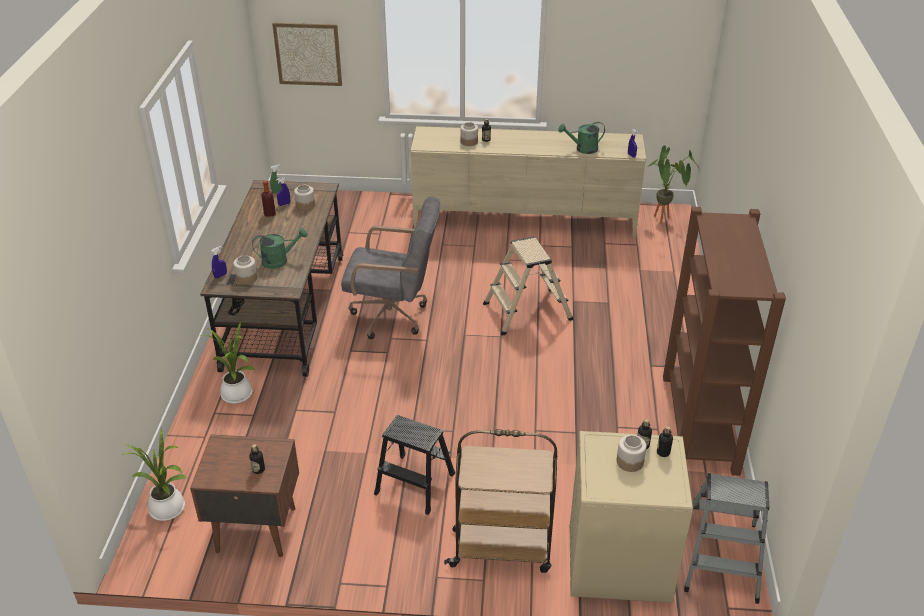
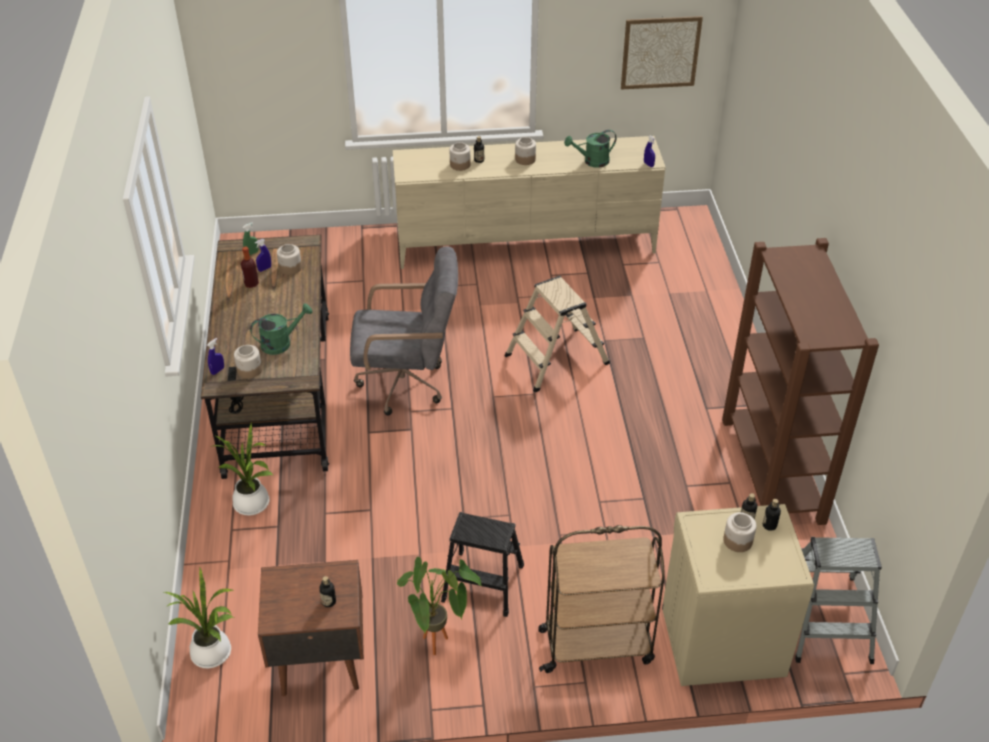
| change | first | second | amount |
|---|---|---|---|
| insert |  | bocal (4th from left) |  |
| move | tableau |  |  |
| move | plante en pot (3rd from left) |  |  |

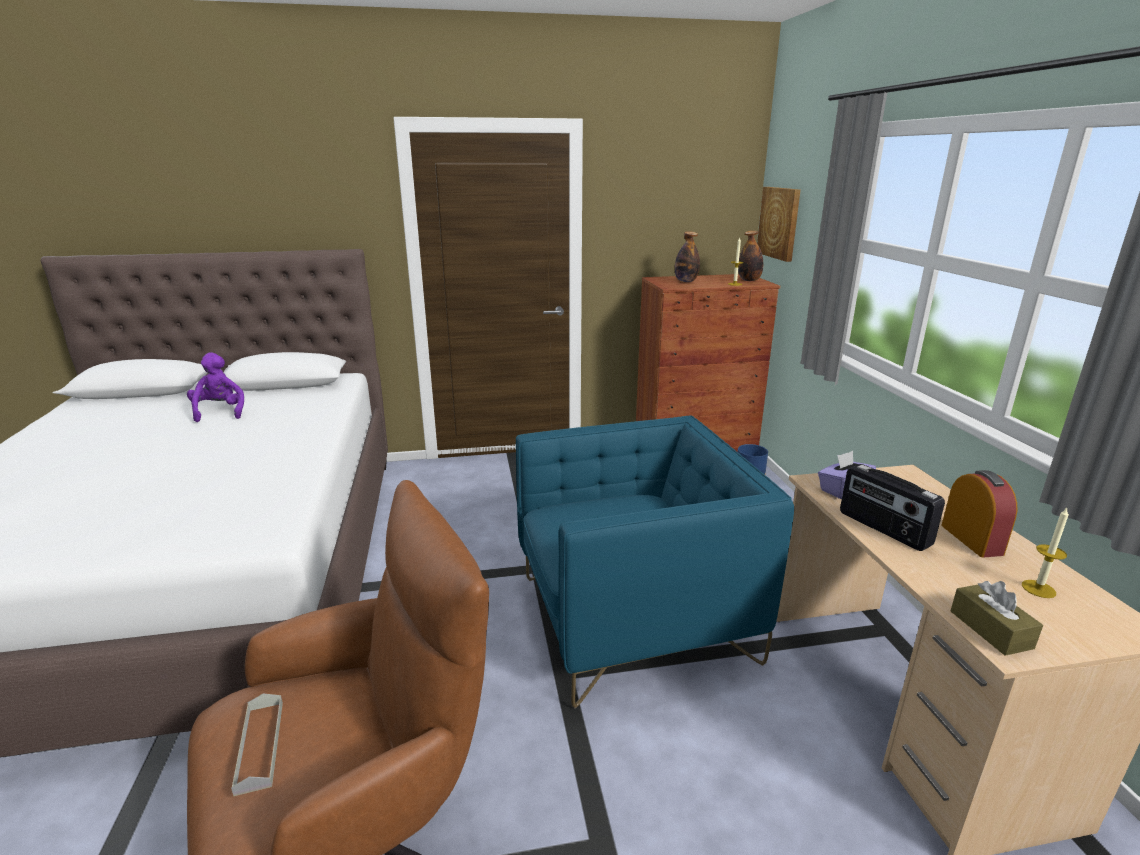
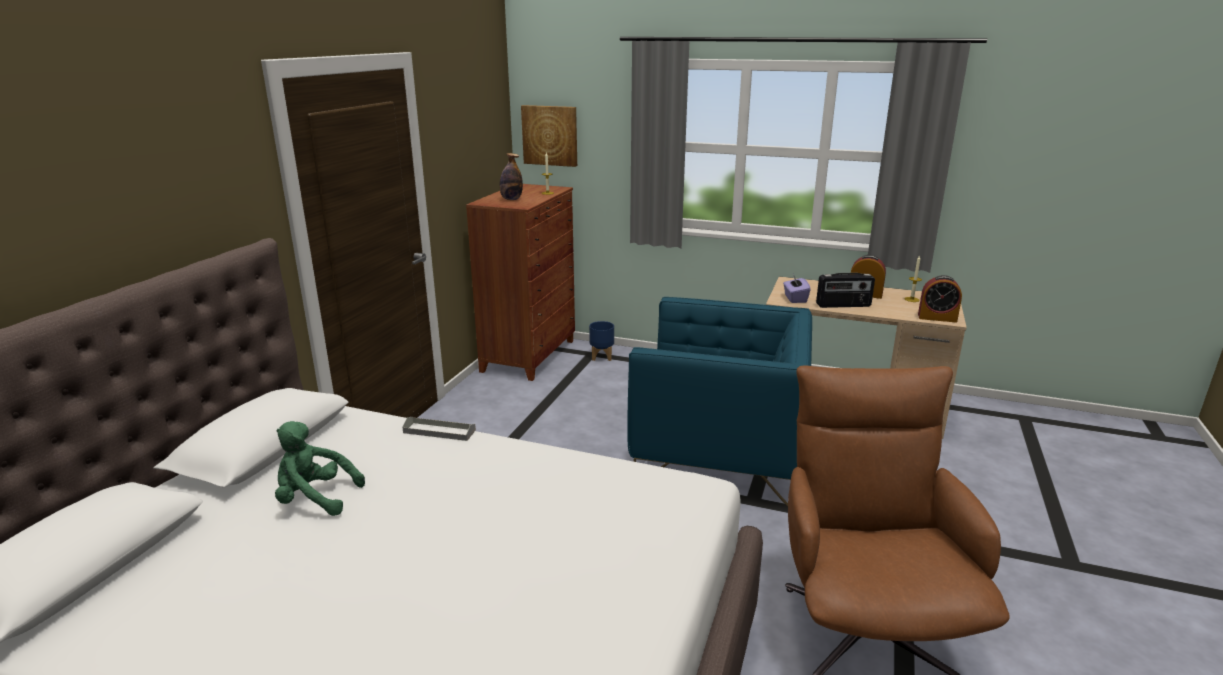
| change | first | second | amount |
|---|---|---|---|
| delete | bouteille (2nd from left) |  |  |
| move | plateau (gris) |  |  |
| replace | boîte à mouchoirs (marron) | réveil (2nd from left) |  |
| recolor | peluche (violet) | peluche (vert) |  |
| rotate | fauteuil (bleu) |  | 90 degrees clockwise |

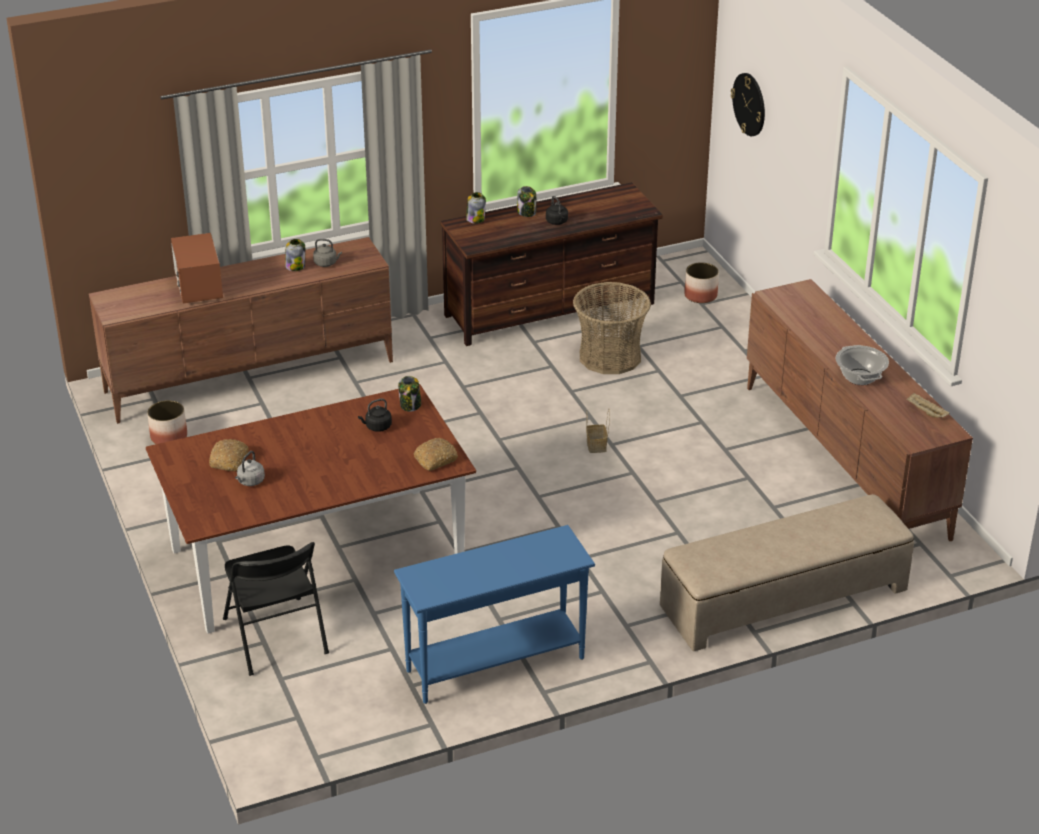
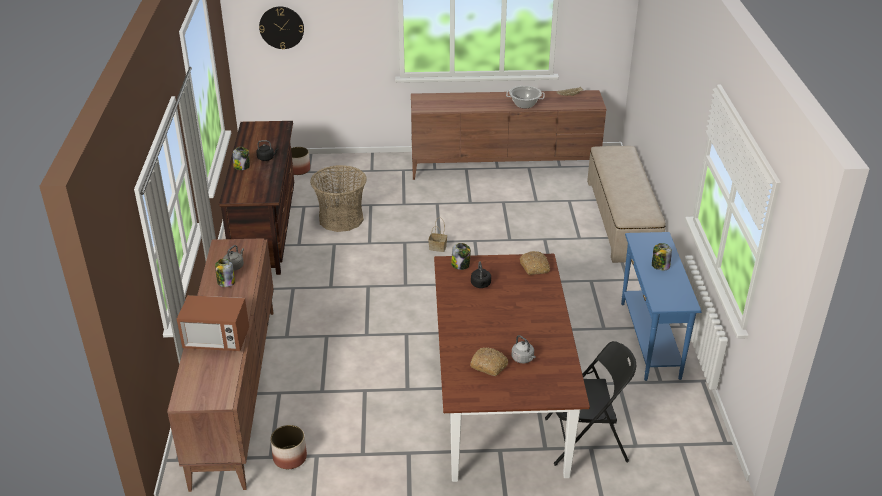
| change | first | second | amount |
|---|---|---|---|
| move | bocal (3rd from left in the first image) | bocal (4th from left) |  |

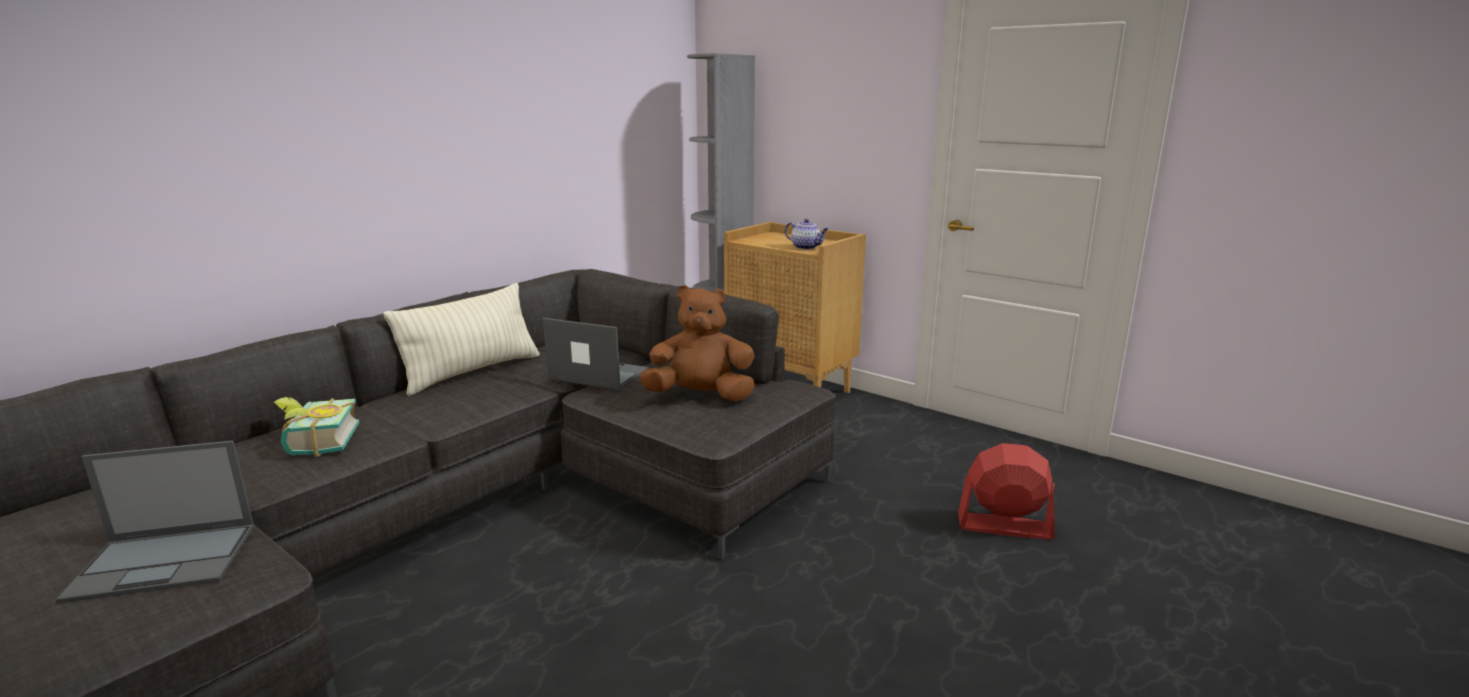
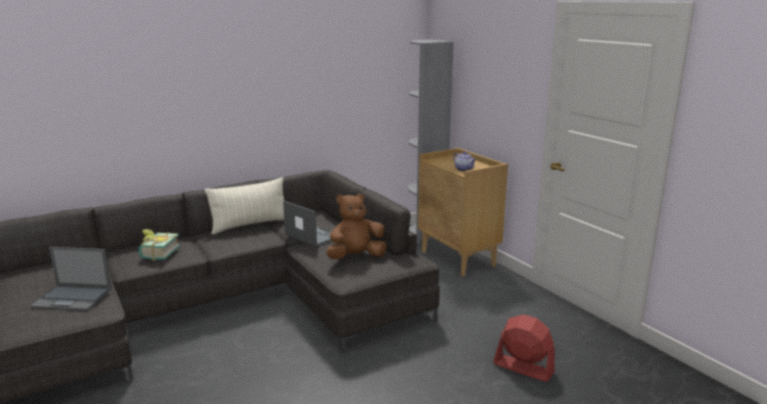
| change | first | second | amount |
|---|---|---|---|
| rotate | peluche (marron) |  | 45 degrees counterclockwise |

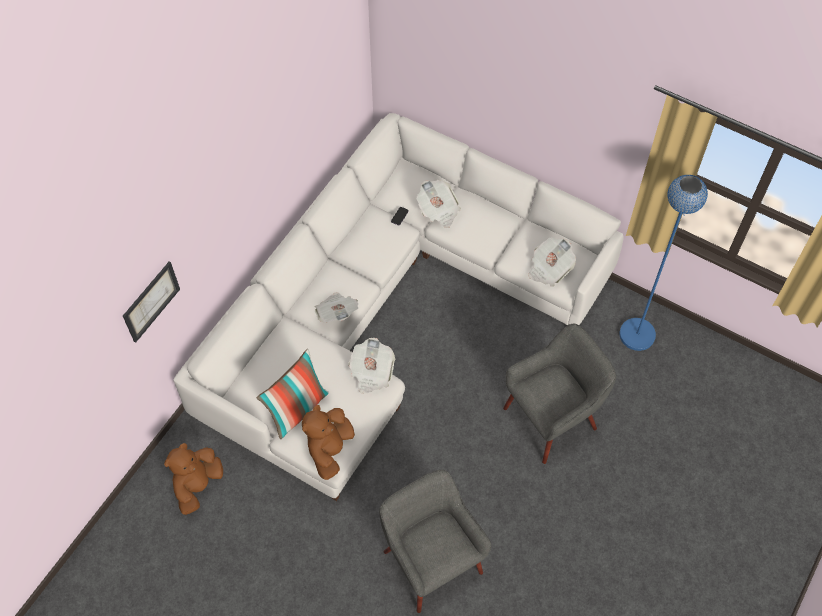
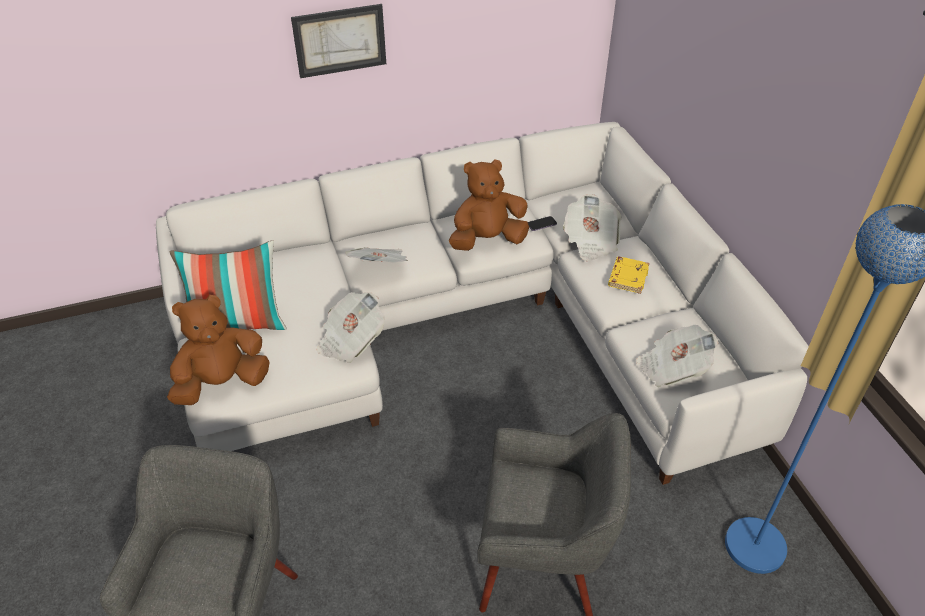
| change | first | second | amount |
|---|---|---|---|
| insert |  | livre (jaune) |  |
| move | tableau |  |  |
| move | peluche (marron) (1st from left in the first image) | peluche (marron) (2nd from left) |  |

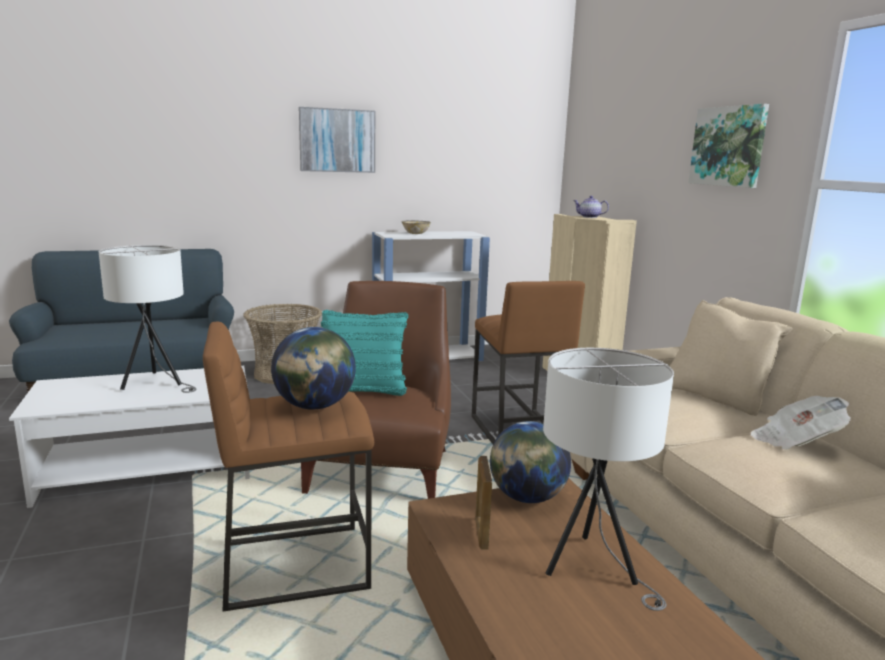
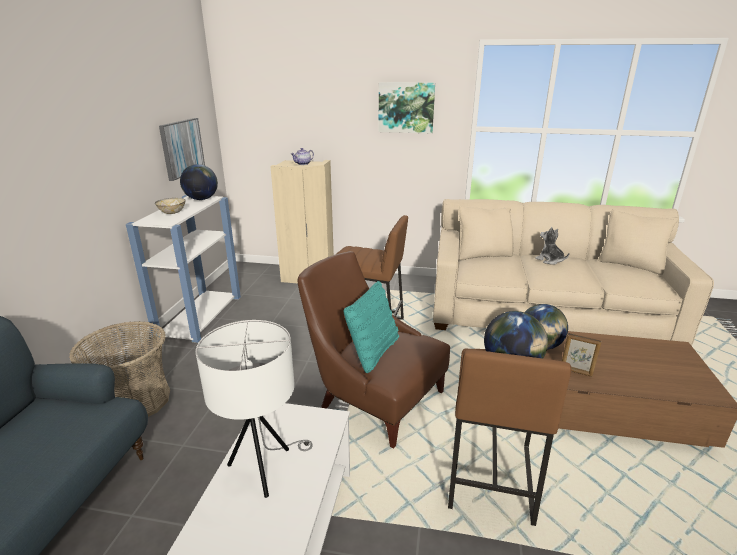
| change | first | second | amount |
|---|---|---|---|
| delete | lampe de table (blanc) (2nd from left) |  |  |
| insert |  | globe (1st from left) |  |
| move | tableau (1st from left) |  |  |
| replace | journal | peluche |  |

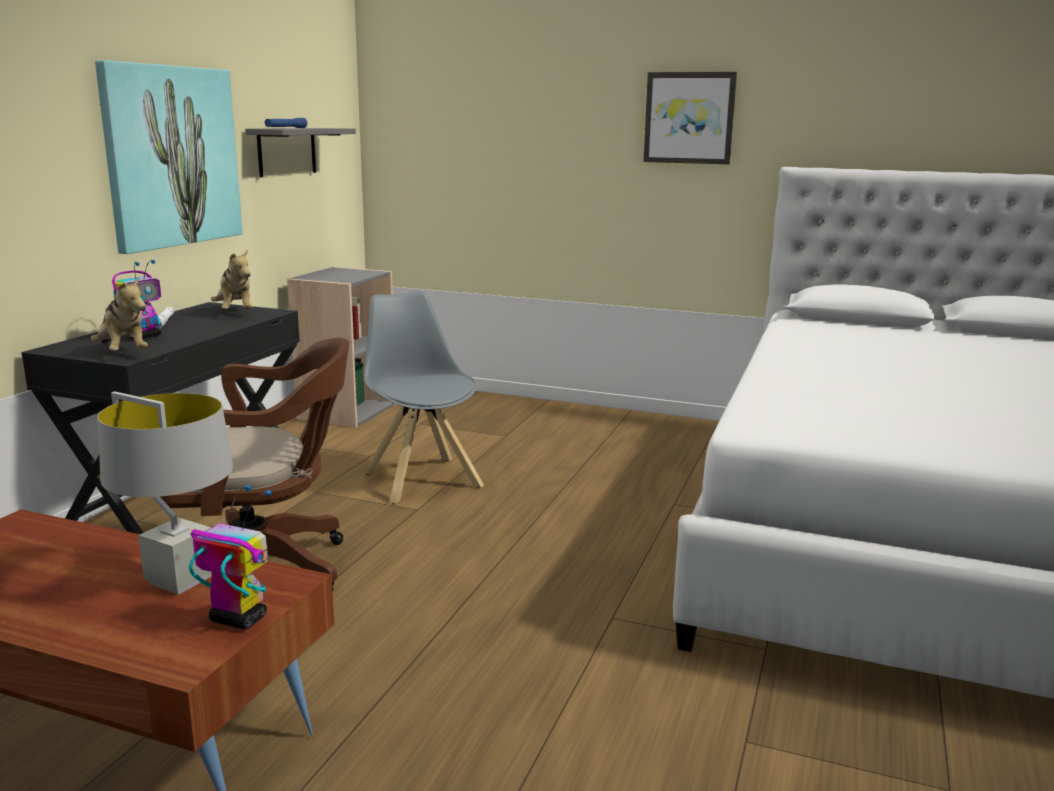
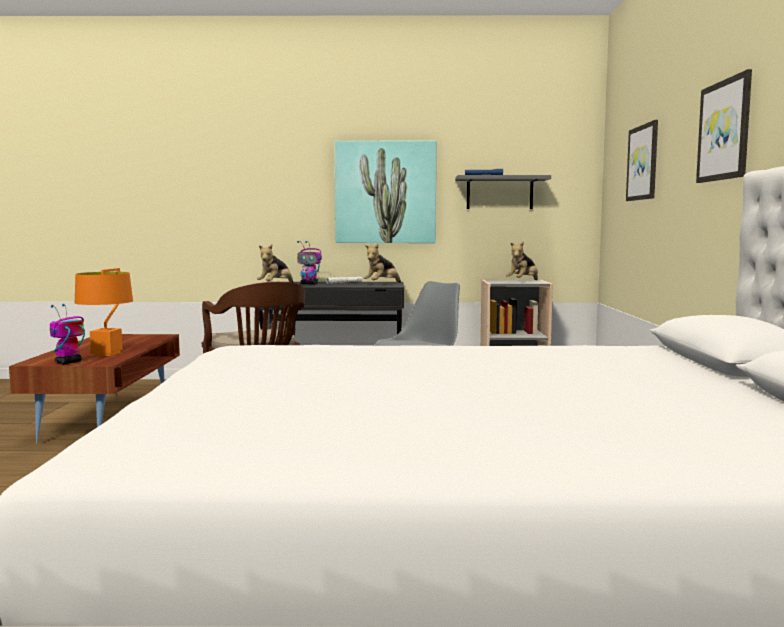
| change | first | second | amount |
|---|---|---|---|
| insert |  | peluche (3rd from left) |  |
| insert |  | tableau (2nd from left) |  |
| recolor | lampe de table (gris) | lampe de table (orange) |  |
| rotate | robot jouet (2nd from left in the first image) | robot jouet (1st from left) | 150 degrees counterclockwise |

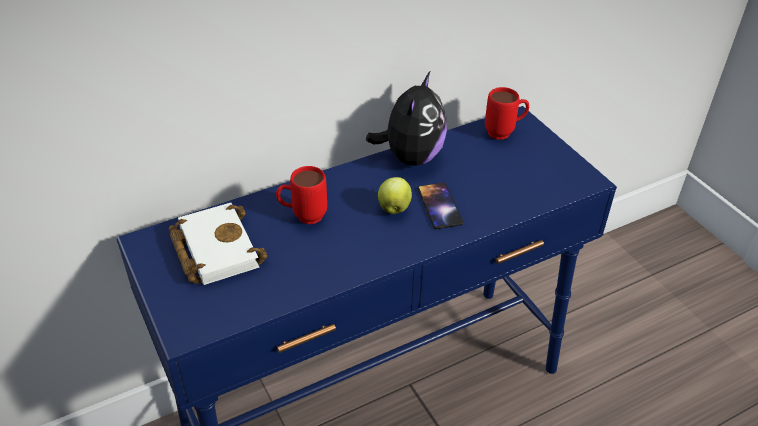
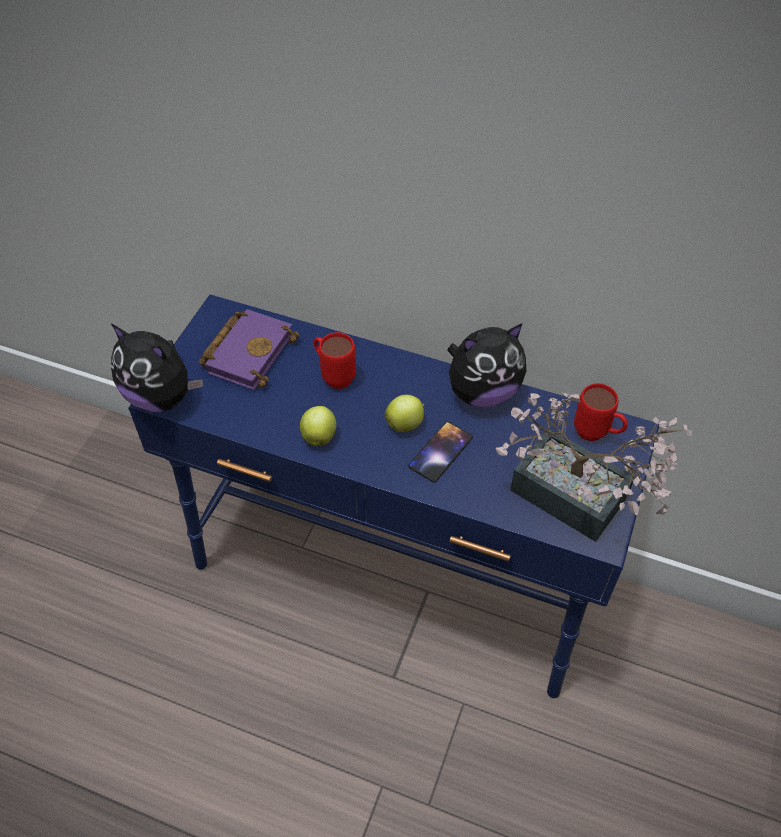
| change | first | second | amount |
|---|---|---|---|
| insert |  | peluche (1st from left) |  |
| insert |  | pomme (1st from left) |  |
| insert |  | plante en pot |  |
| recolor | livre (blanc) | livre (violet) |  |

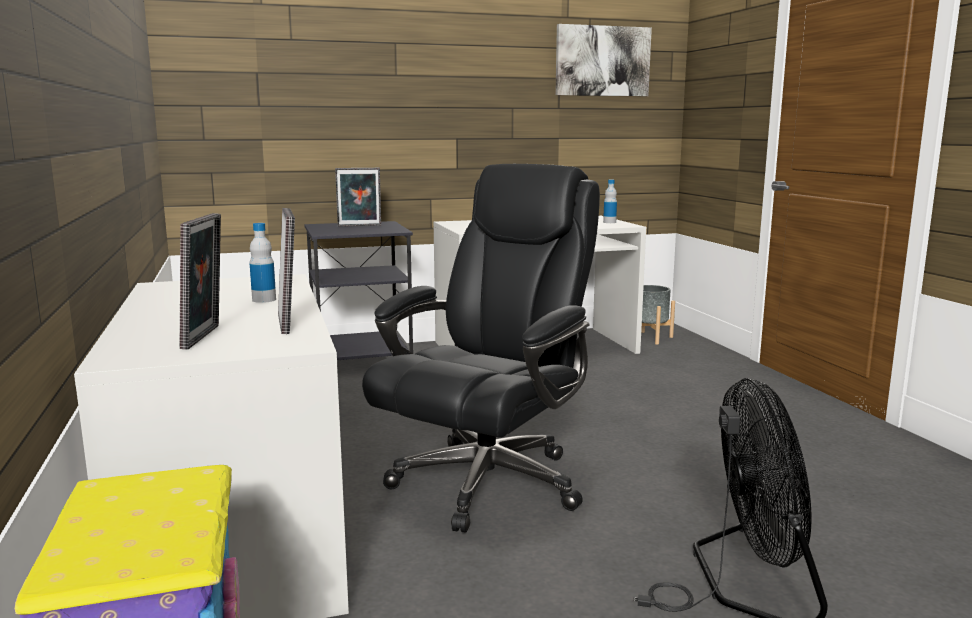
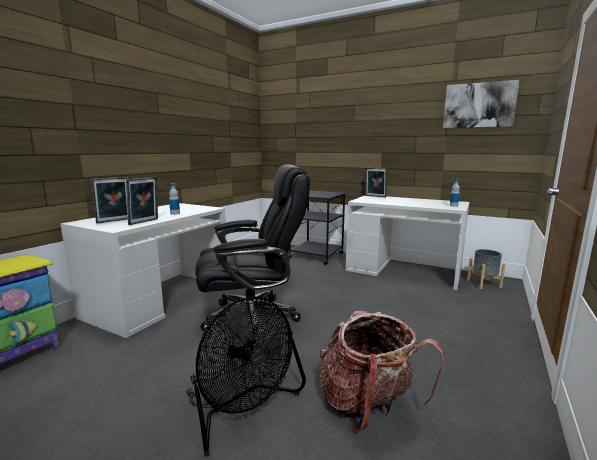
| change | first | second | amount |
|---|---|---|---|
| insert |  | sac à dos |  |
| move | cadre photo (3rd from left) |  |  |

